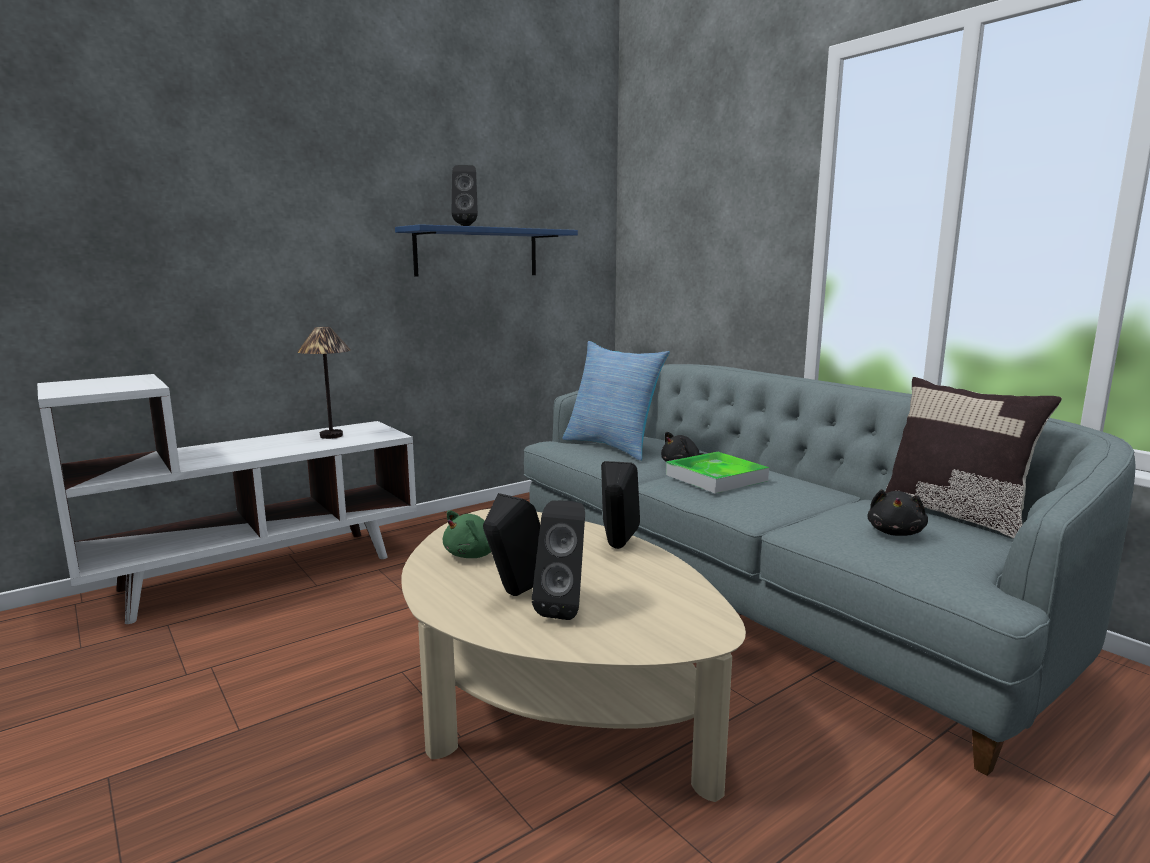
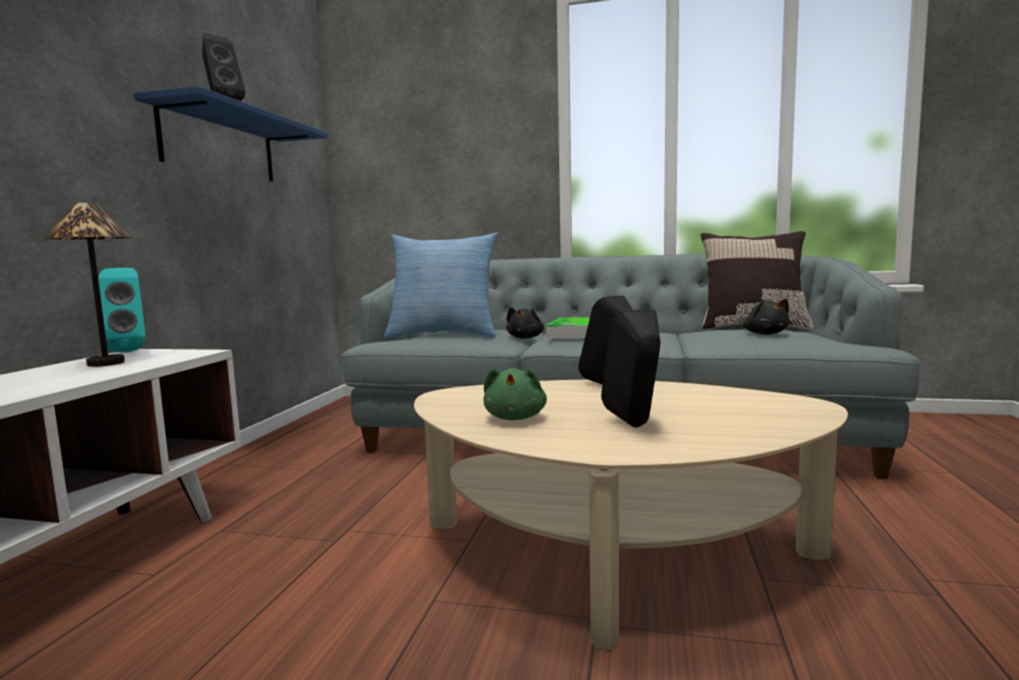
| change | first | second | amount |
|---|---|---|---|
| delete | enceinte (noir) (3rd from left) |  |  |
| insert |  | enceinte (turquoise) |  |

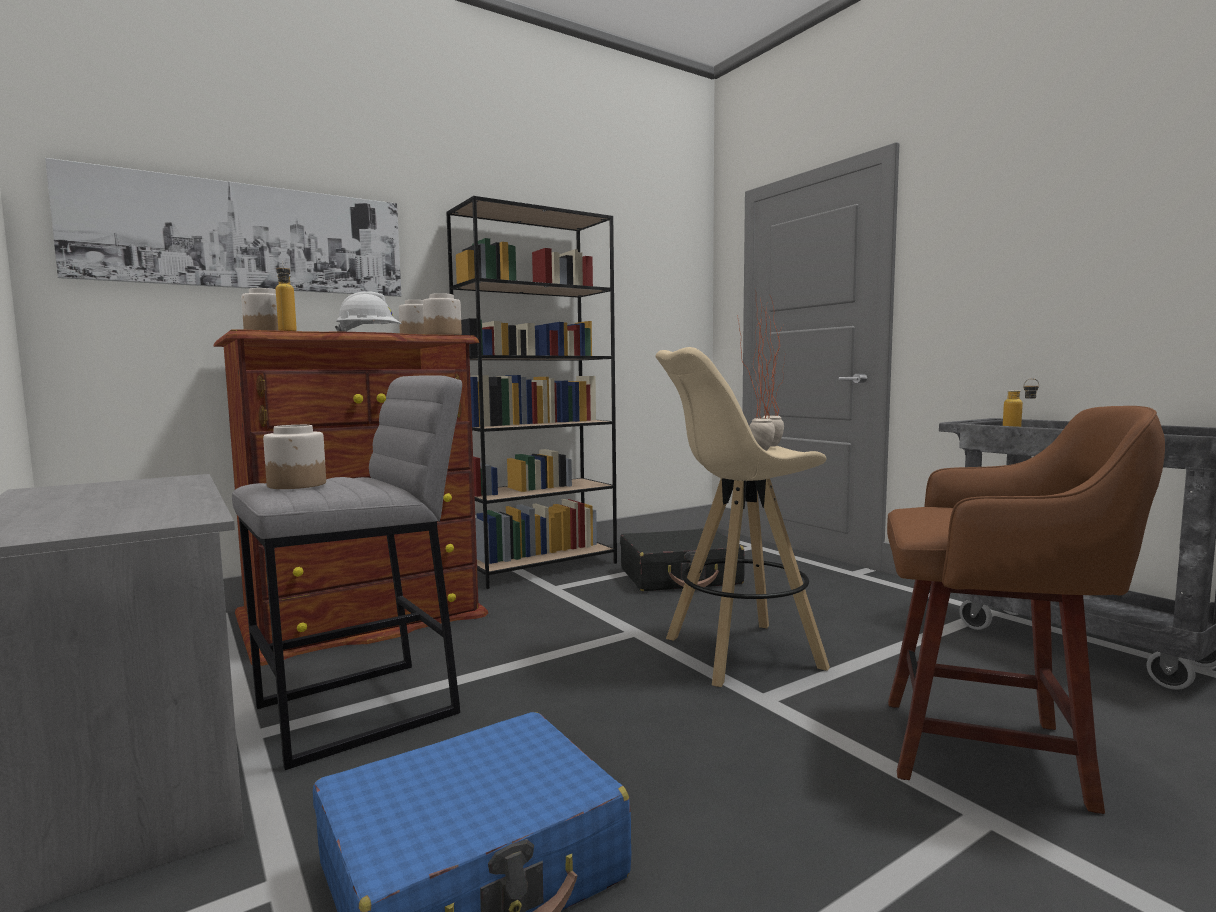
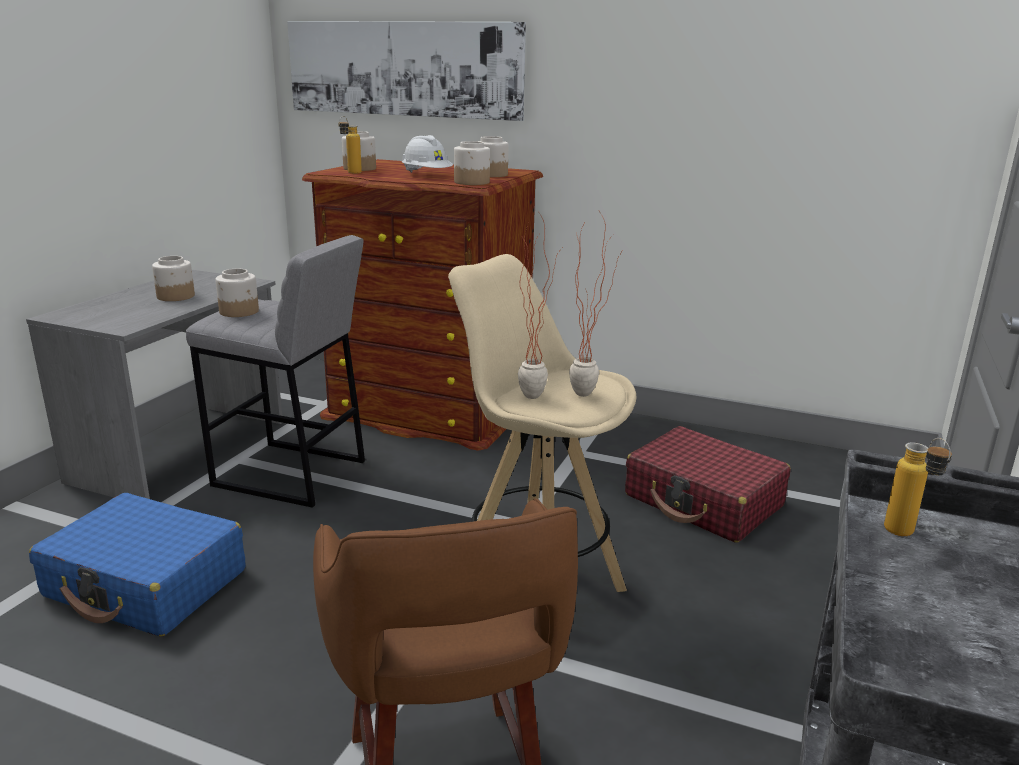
| change | first | second | amount |
|---|---|---|---|
| delete | bibliothèque (beige) |  |  |
| insert |  | bocal (1st from left) |  |
| recolor | valise (noir) | valise (rouge) |  |

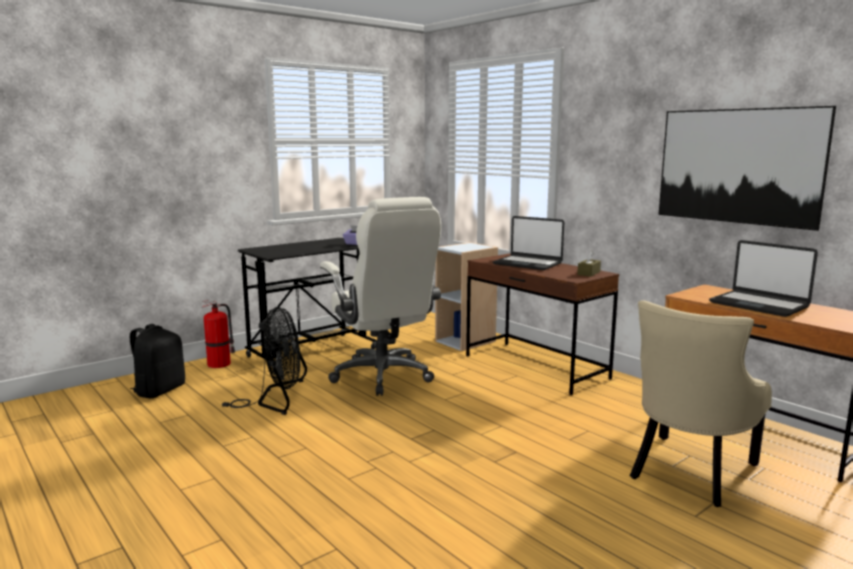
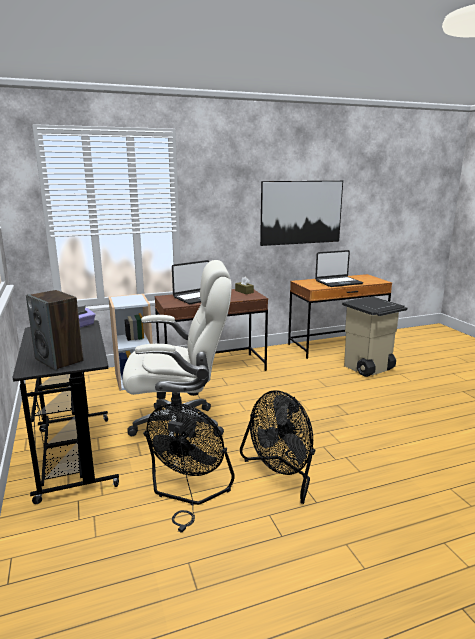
| change | first | second | amount |
|---|---|---|---|
| delete | sac à dos (noir) |  |  |
| delete | extincteur |  |  |
| insert |  | enceinte |  |
| insert |  | ventilateur (noir) (2nd from left) |  |
| replace | chaise (beige) | poubelle (beige) |  |

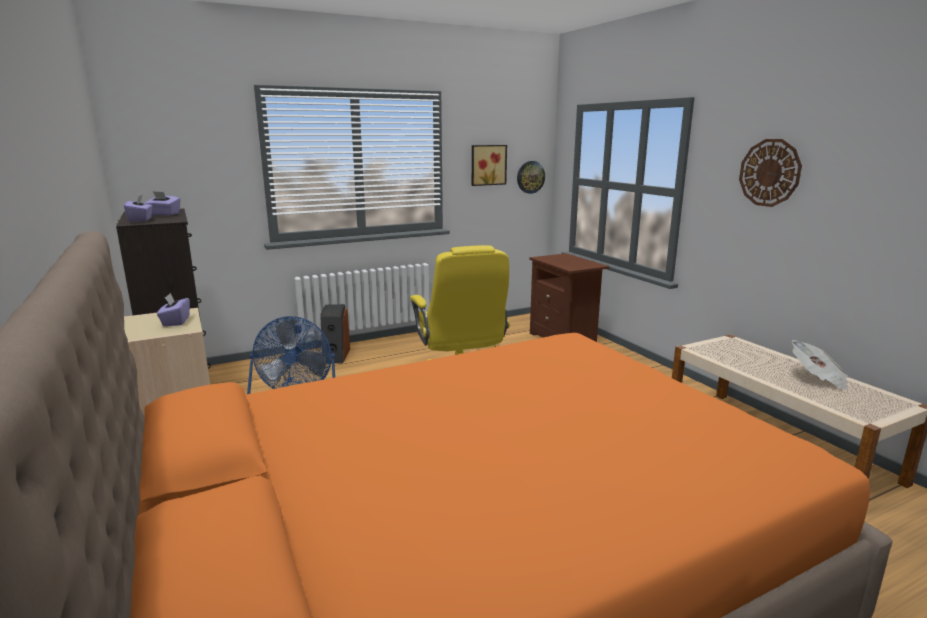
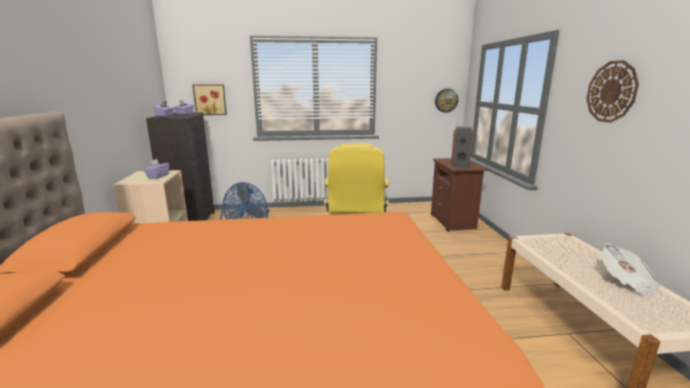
| change | first | second | amount |
|---|---|---|---|
| move | enceinte |  |  |
| move | tableau |  |  |

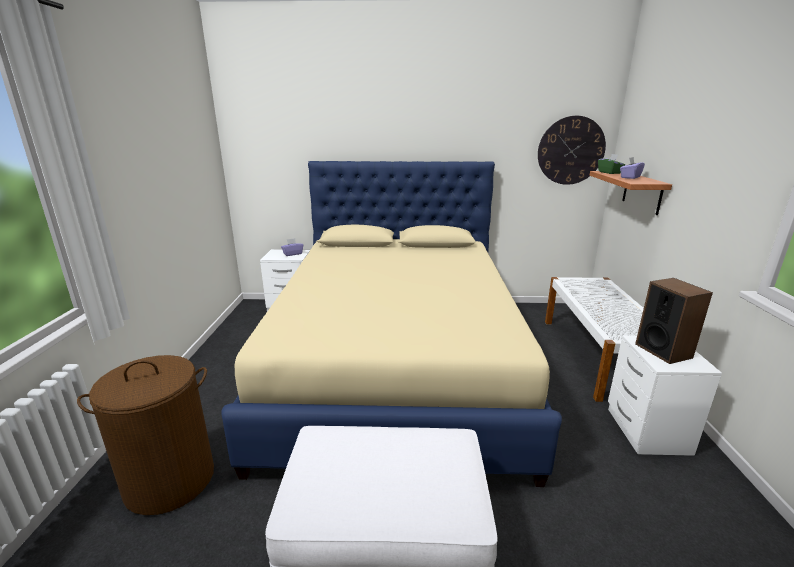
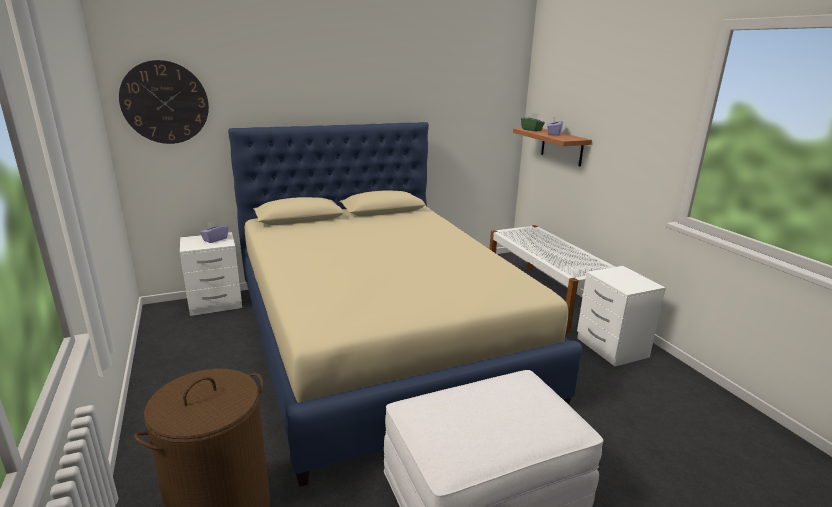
| change | first | second | amount |
|---|---|---|---|
| delete | enceinte |  |  |
| move | horloge murale |  |  |

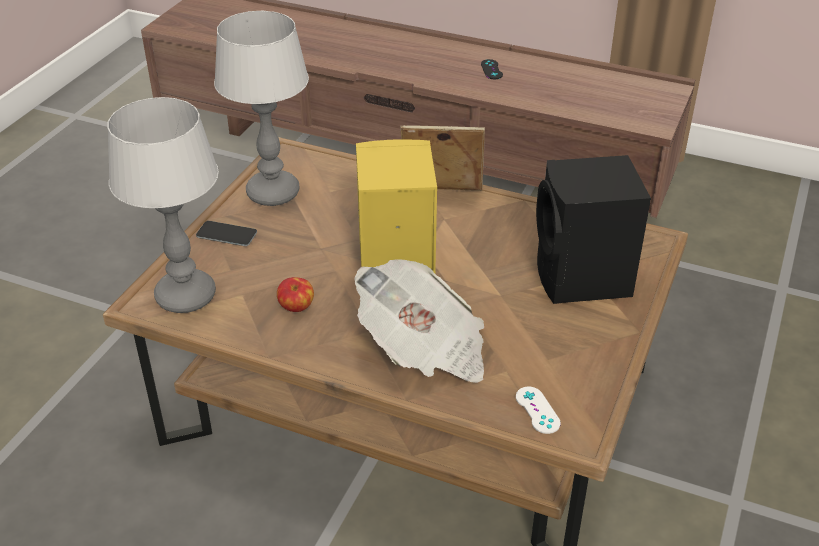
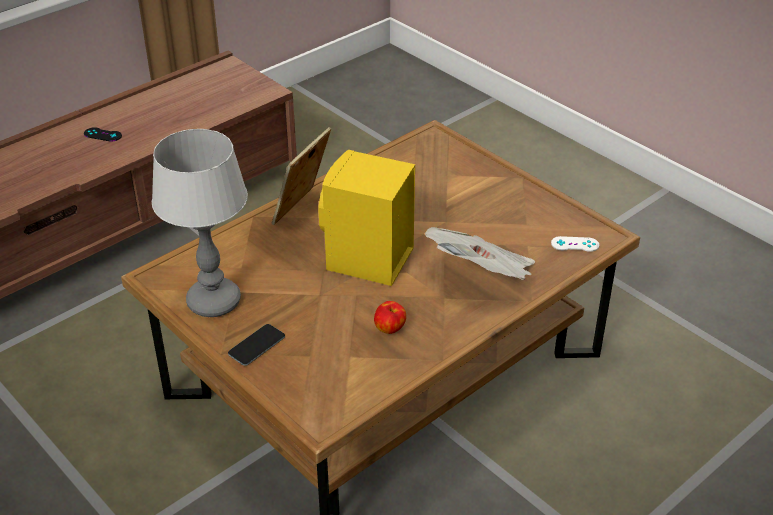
| change | first | second | amount |
|---|---|---|---|
| delete | lampe de table (1st from left) |  |  |
| delete | enceinte (noir) |  |  |

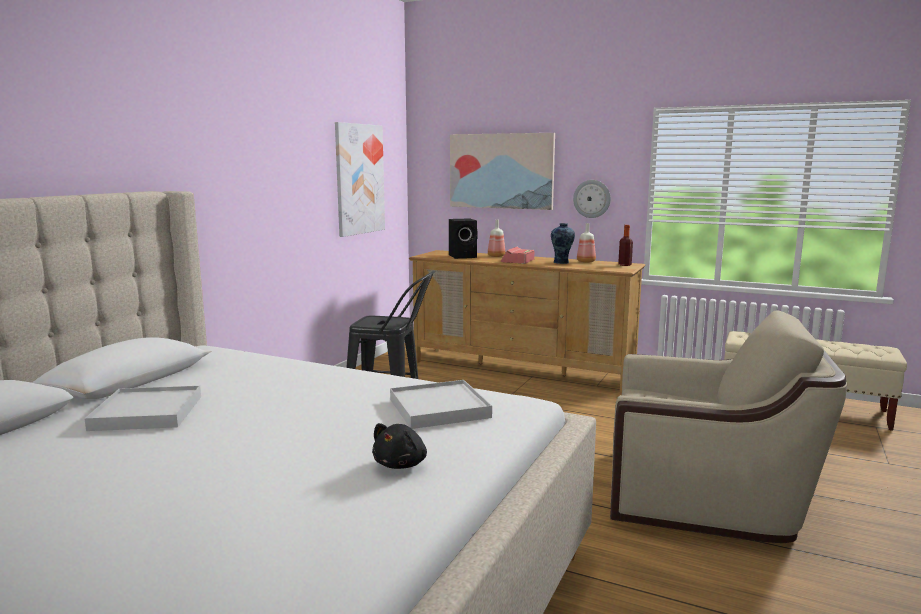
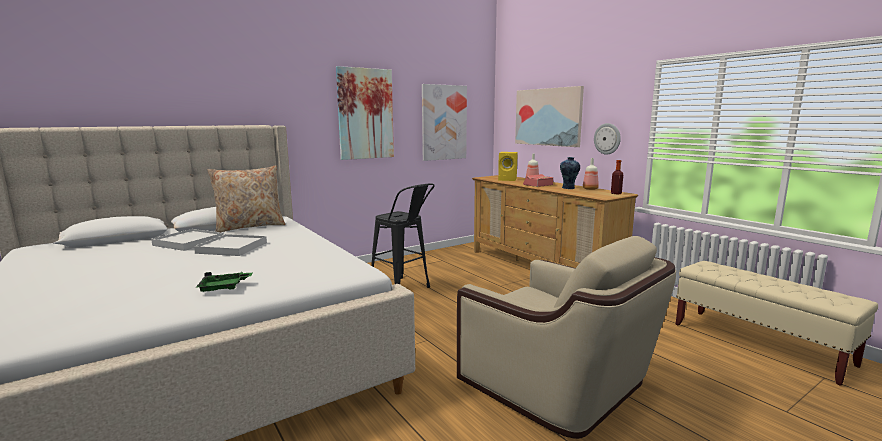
| change | first | second | amount |
|---|---|---|---|
| insert |  | coussin (beige) |  |
| insert |  | tableau (1st from left) |  |
| move | plateau (blanc) (2nd from left) |  |  |
| replace | peluche (noir) | plateau (vert) |  |
| recolor | enceinte (noir) | enceinte (jaune) |  |

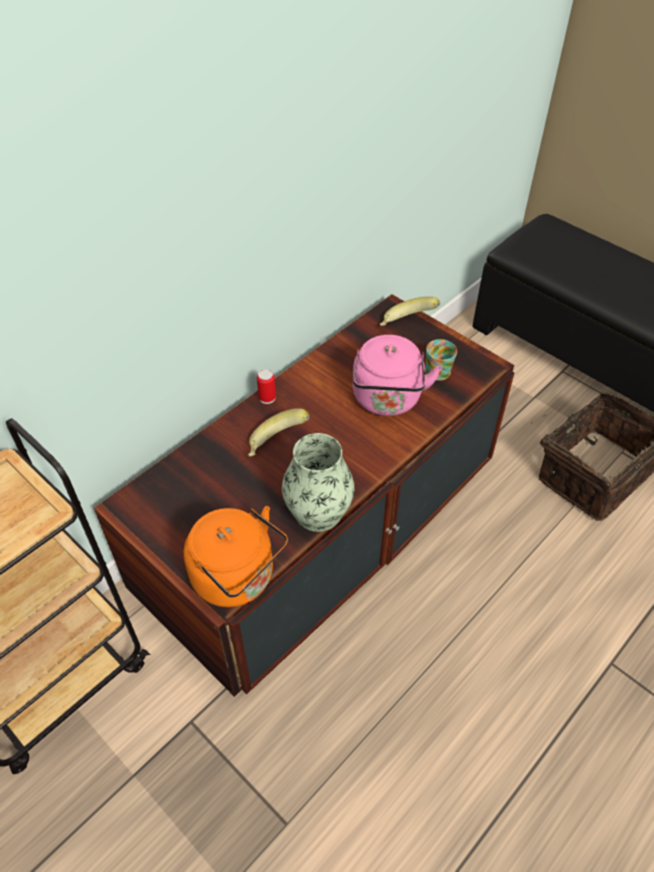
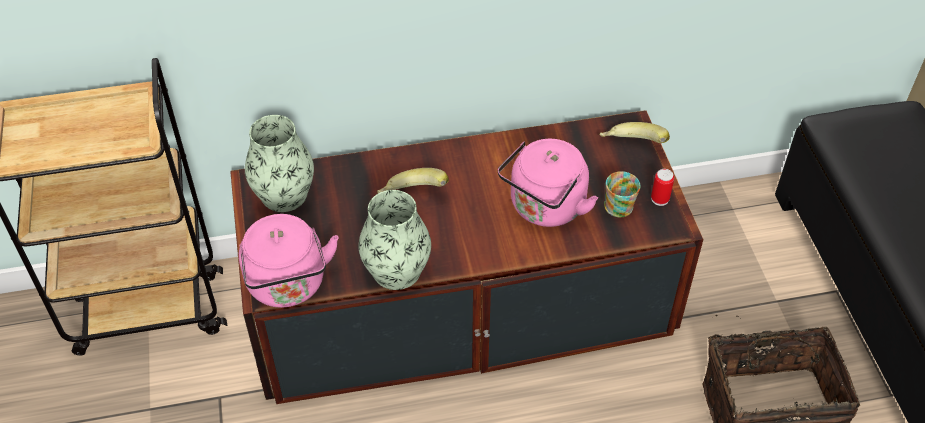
| change | first | second | amount |
|---|---|---|---|
| insert |  | vase (1st from left) |  |
| move | boîte métallique |  |  |
| recolor | bouilloire (orange) | bouilloire (rose) (1st from left) |  |

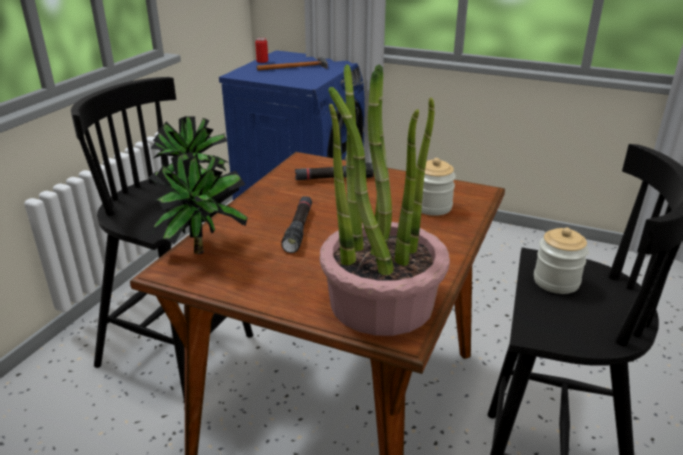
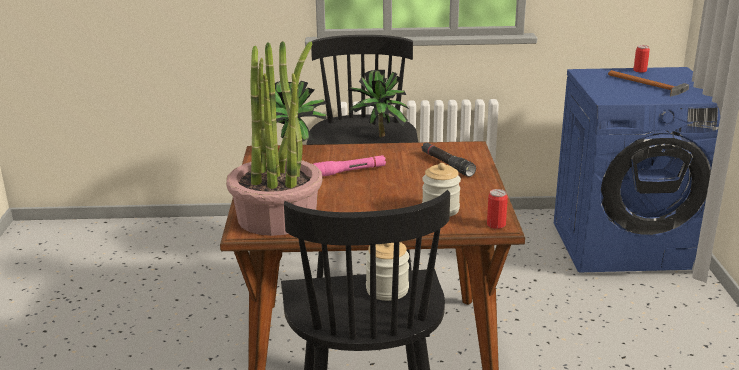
| change | first | second | amount |
|---|---|---|---|
| insert |  | boîte métallique (1st from left) |  |
| recolor | lampe de poche (noir) (1st from left) | lampe de poche (rose) |  |

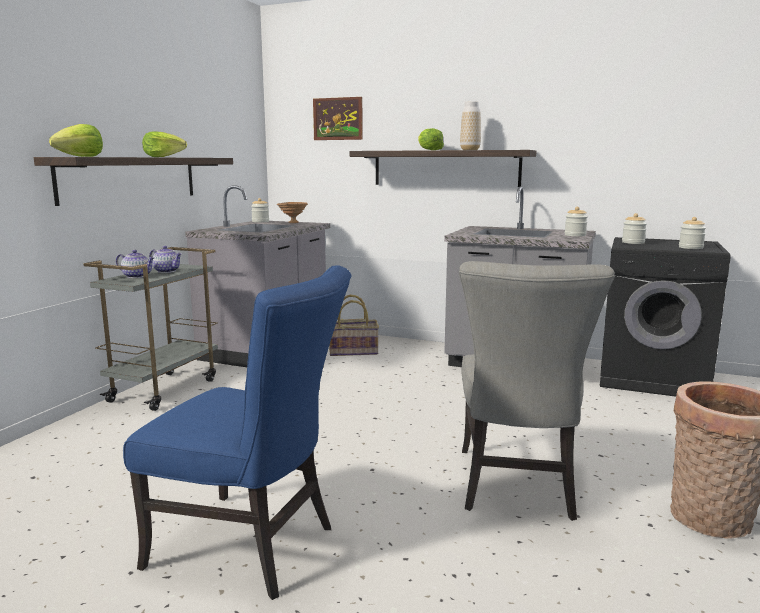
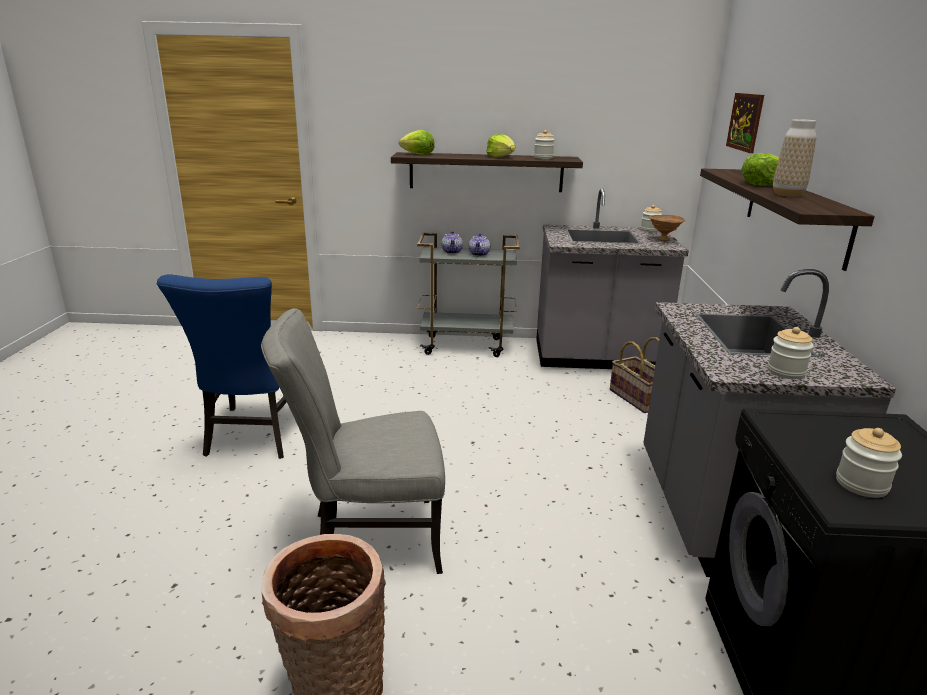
| change | first | second | amount |
|---|---|---|---|
| move | bocal (3rd from left in the first image) | bocal (1st from left) |  |

